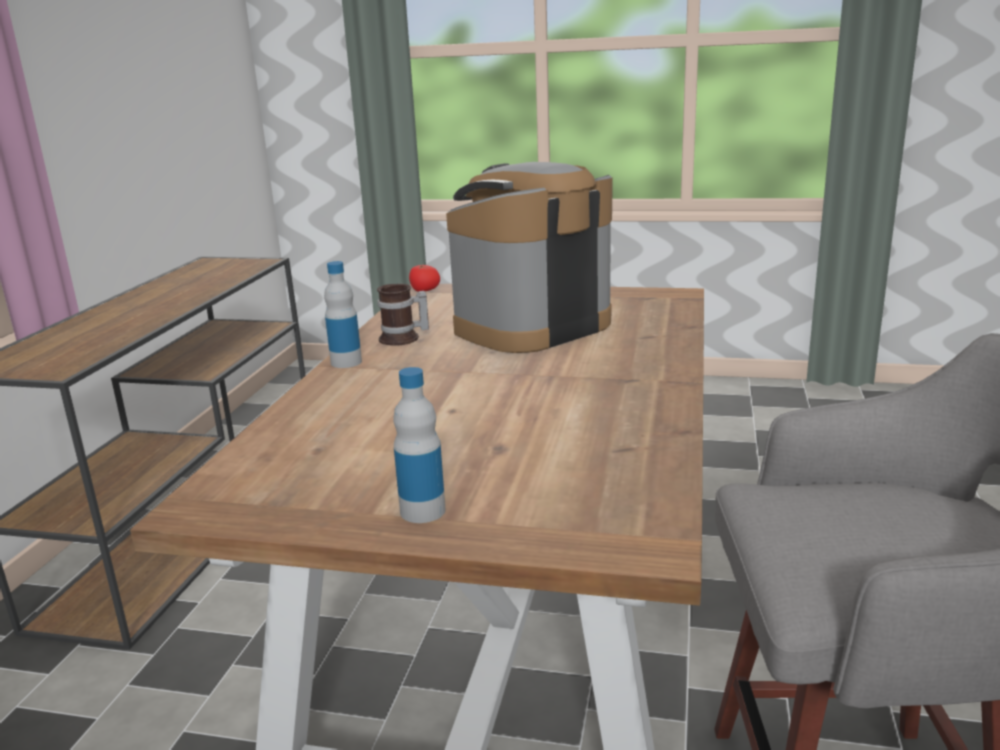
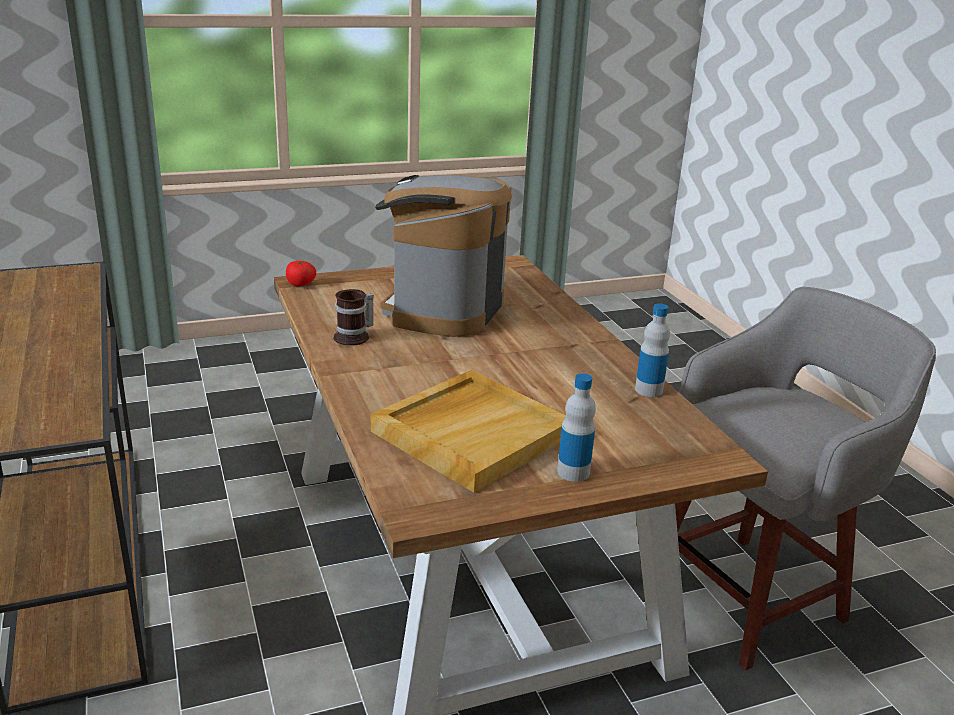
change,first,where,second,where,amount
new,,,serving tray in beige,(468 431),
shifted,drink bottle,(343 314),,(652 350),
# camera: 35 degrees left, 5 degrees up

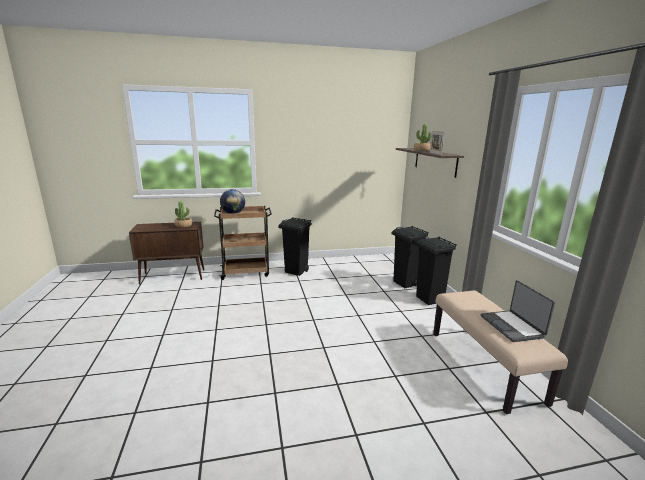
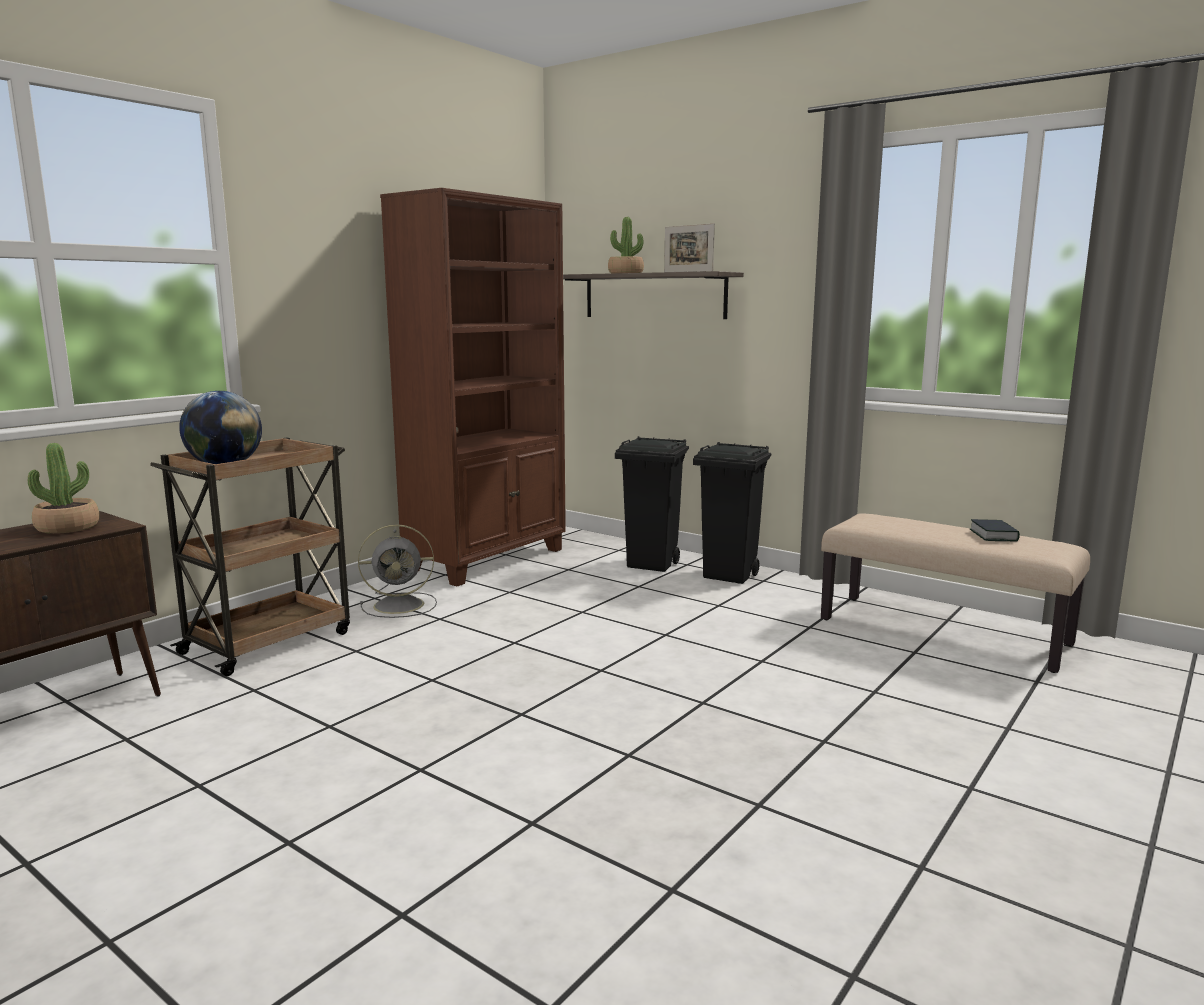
change,first,where,second,where,amount
swapped,rubbish bin in black,(295 246),electric fan in gray,(397 571),
new,,,shelving unit in brownish,(473 387),
swapped,portable computer,(517 311),bound book,(995 530),
# camera: 40 degrees left, 5 degrees down

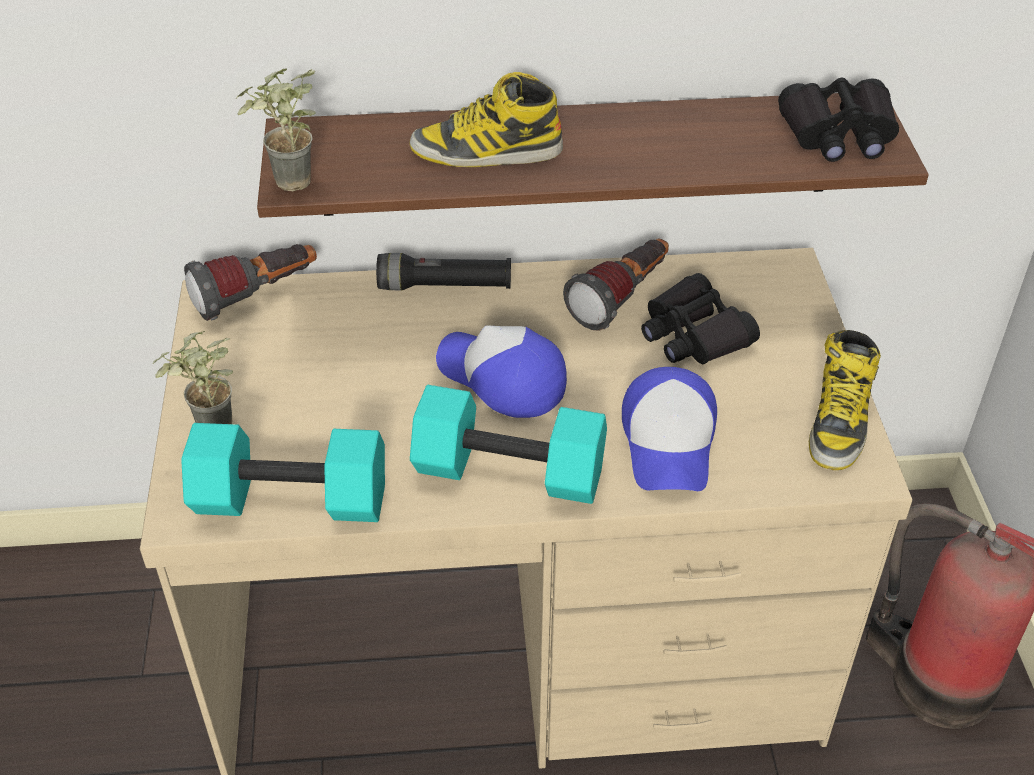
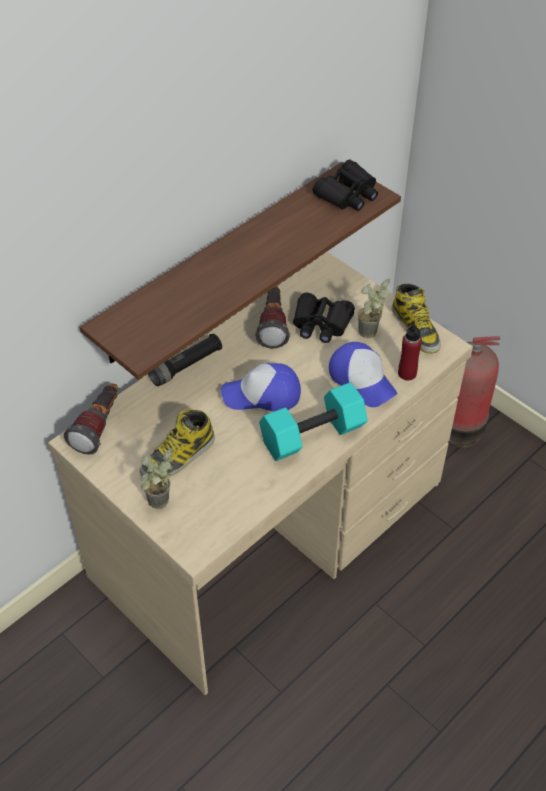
change,first,where,second,where,amount
shifted,boot,(486 119),,(177 443),
shifted,plant in a pot,(276 130),,(374 308),
new,,,drink bottle in reddish,(410 350),
gone,hand weight in blue-green,(283 472),,,
# camera: 40 degrees left, 5 degrees up

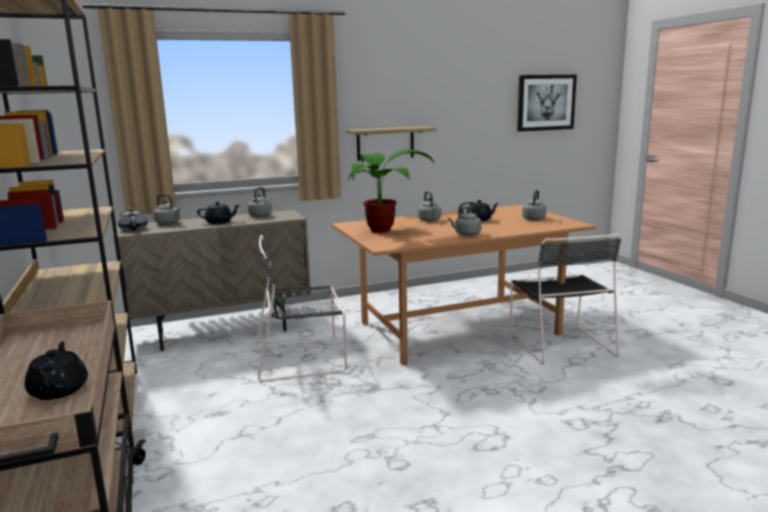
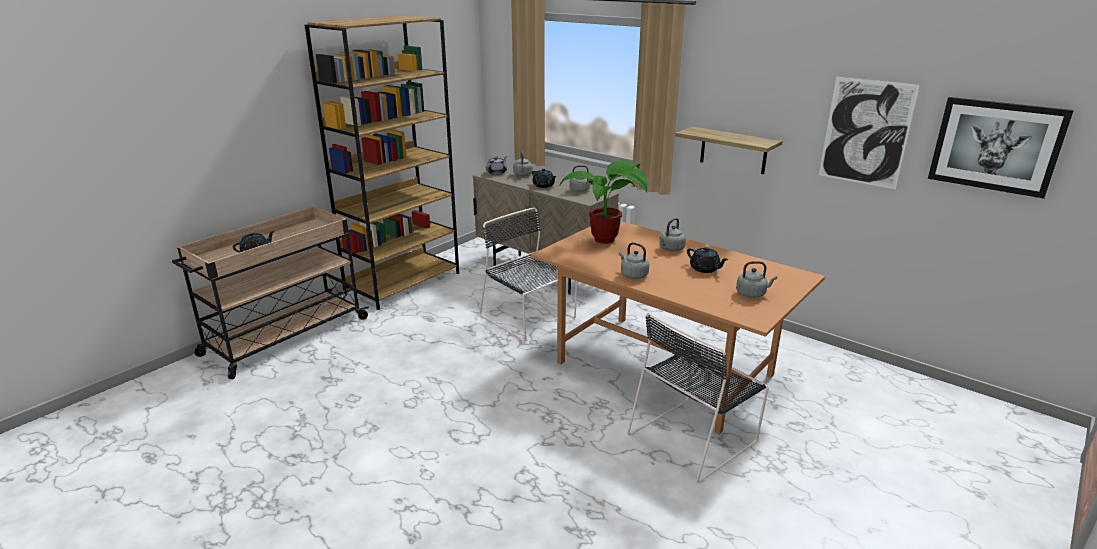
change,first,where,second,where,amount
new,,,picture,(869 133),
# camera: 60 degrees right, 10 degrees up

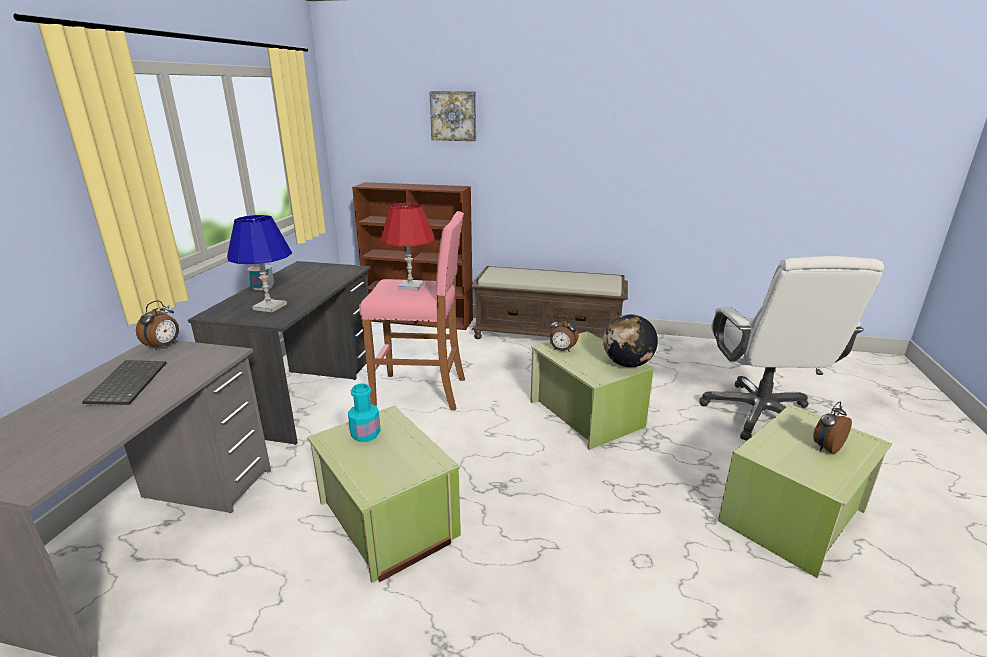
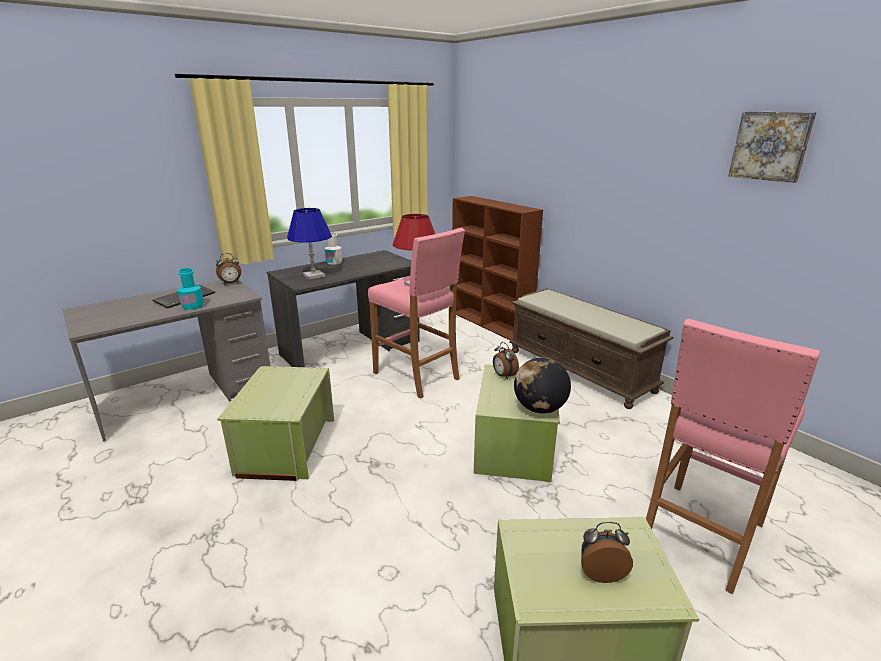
change,first,where,second,where,amount
shifted,drink bottle in blue-green,(364 412),,(191 289),
swapped,computer chair in white-coloured,(792 348),stool in pink,(733 456),
shifted,picture,(452 116),,(772 147),
# camera: 40 degrees right, 0 degrees up

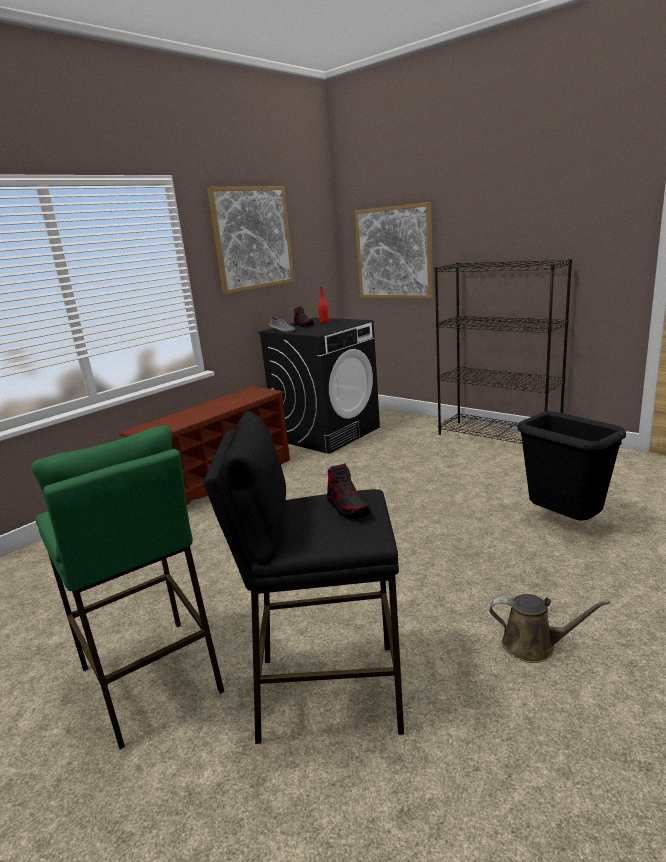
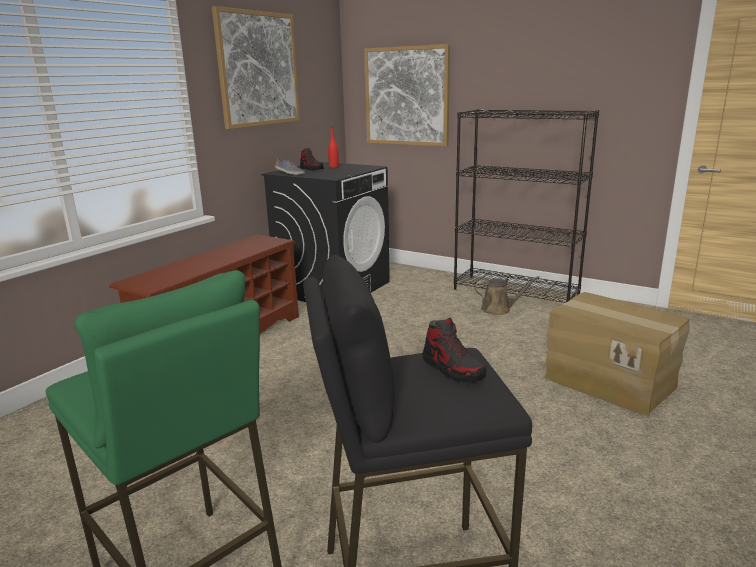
change,first,where,second,where,amount
shifted,sprinkling can in brownish,(550 628),,(507 295),
swapped,rubbish bin in black,(571 465),cardboard box,(617 354),
# camera: 10 degrees left, 0 degrees up

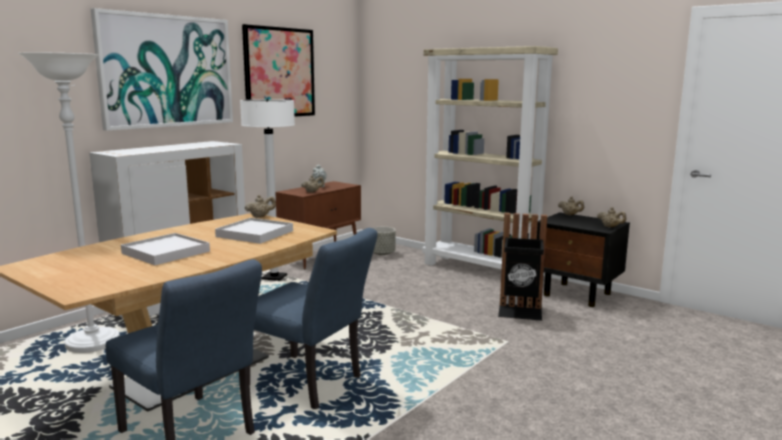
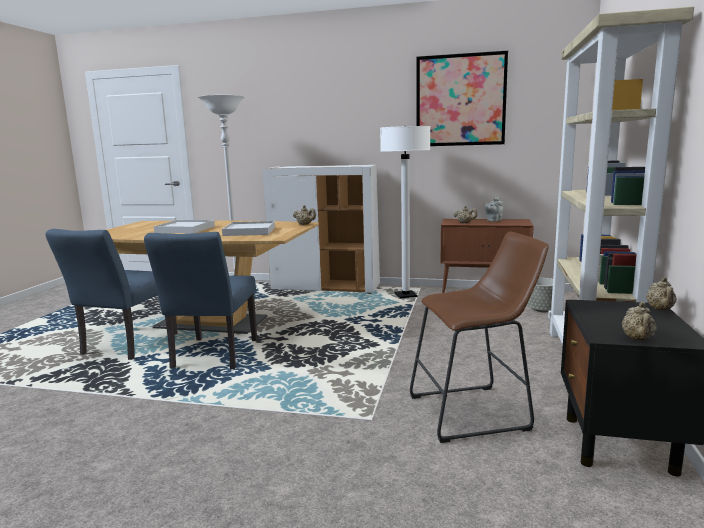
change,first,where,second,where,amount
swapped,rubbish bin in black,(522 267),stool in brownish,(479 337),
gone,picture,(162 69),,,
# camera: 65 degrees right, 0 degrees up

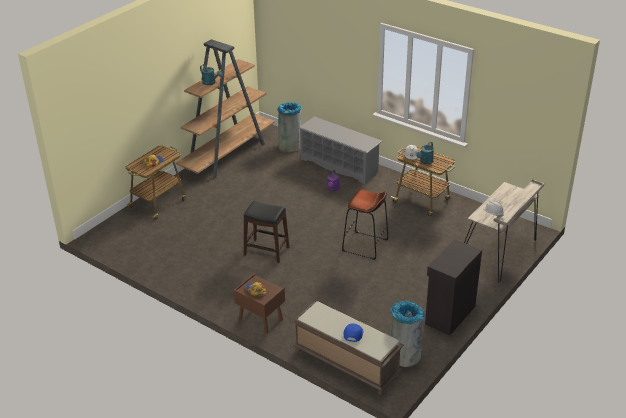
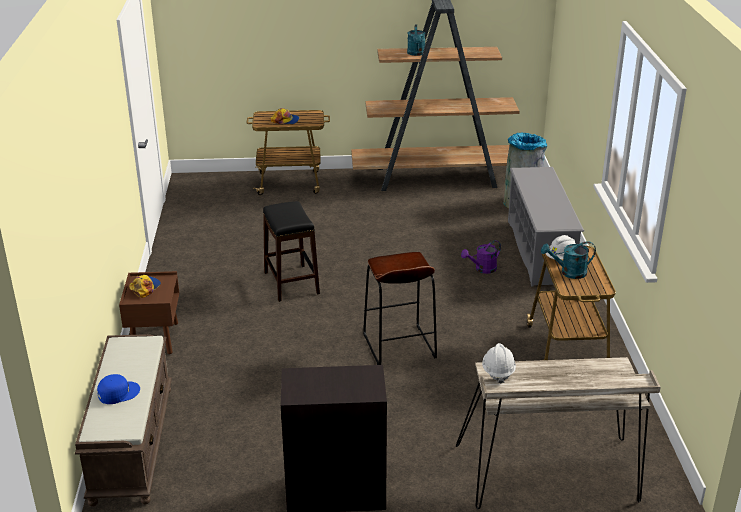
change,first,where,second,where,amount
gone,rubbish bin in gray,(407 334),,,
# camera: 50 degrees right, 5 degrees down

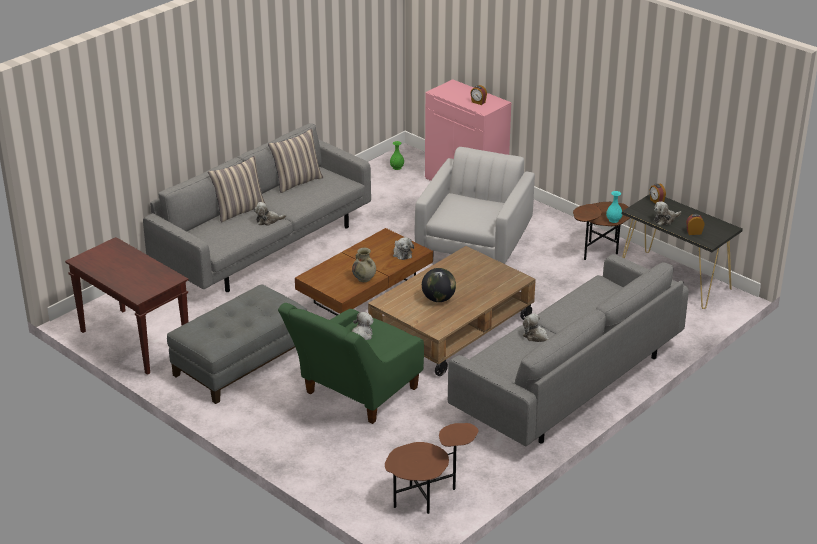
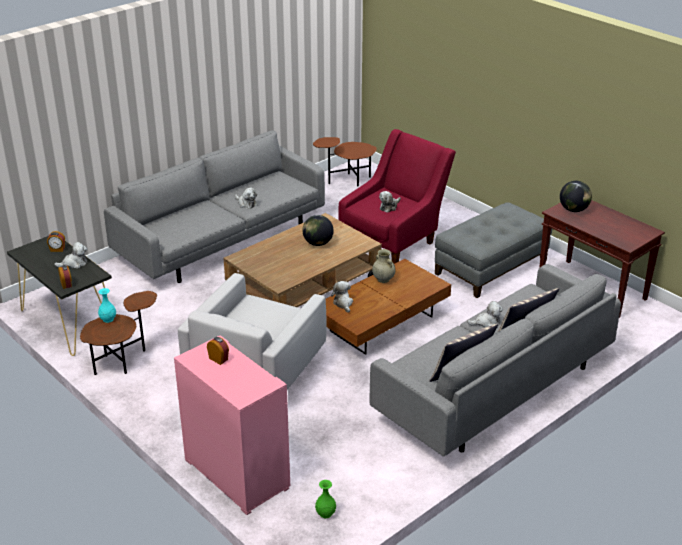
change,first,where,second,where,amount
repainted,lounge chair in green,(351 363),lounge chair in reddish,(397 196),
new,,,desk globe,(576 196),
# camera: 175 degrees left, 0 degrees up

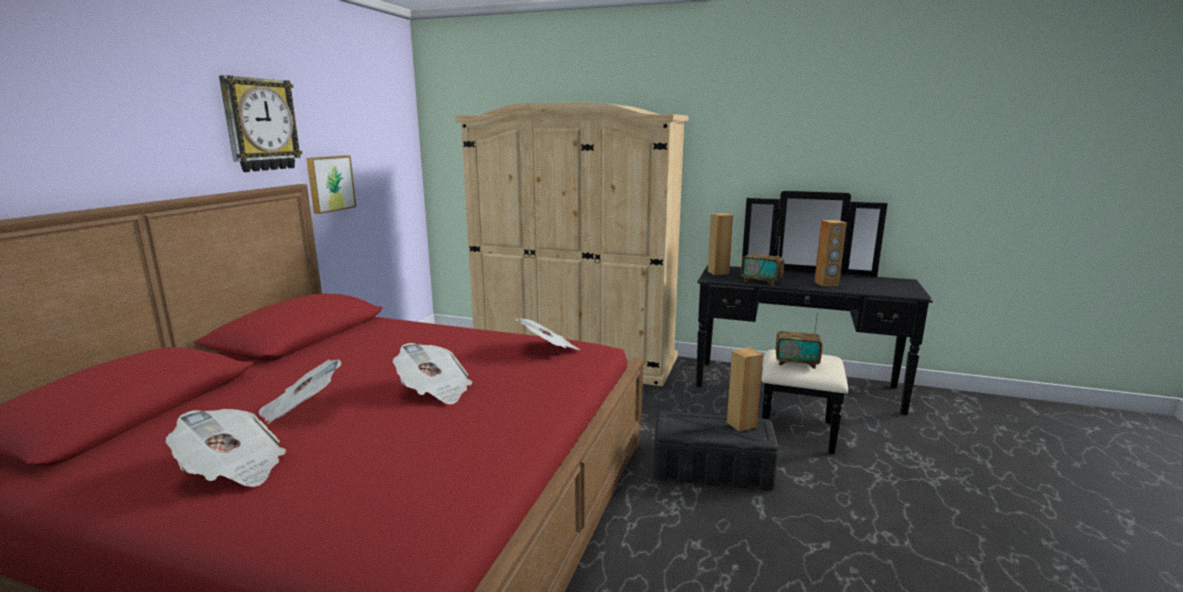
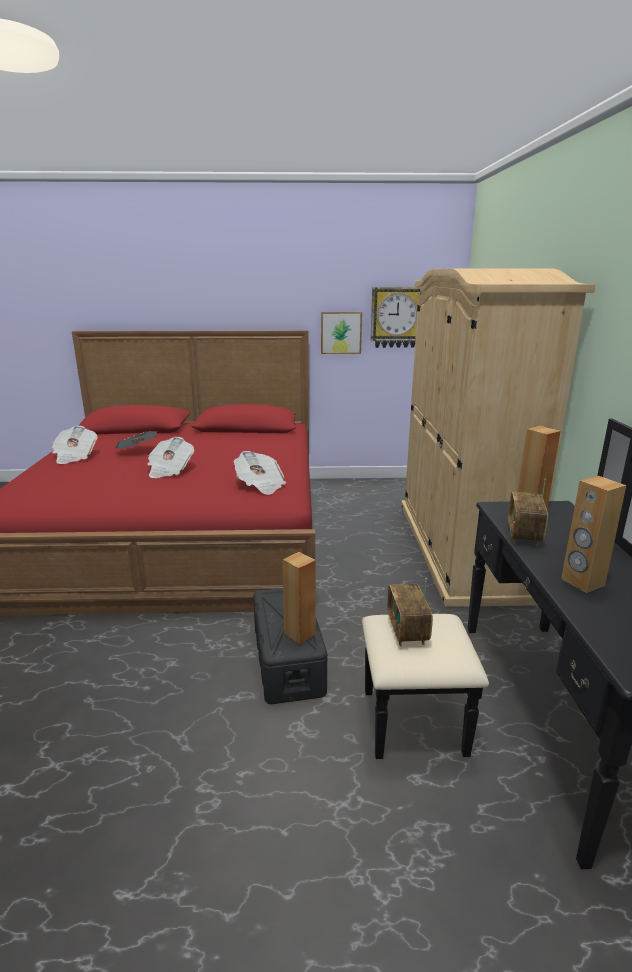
change,first,where,second,where,amount
shifted,clock on the wall,(260 123),,(394 317),
# camera: 70 degrees right, 5 degrees up

